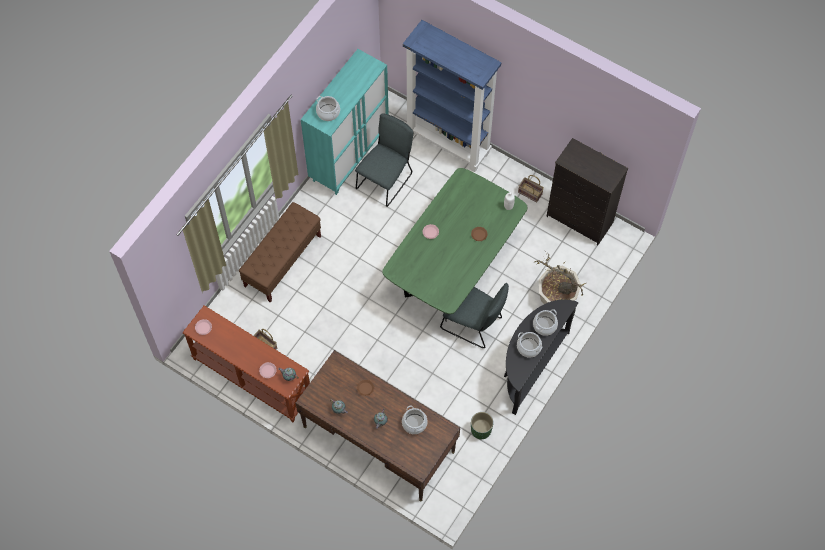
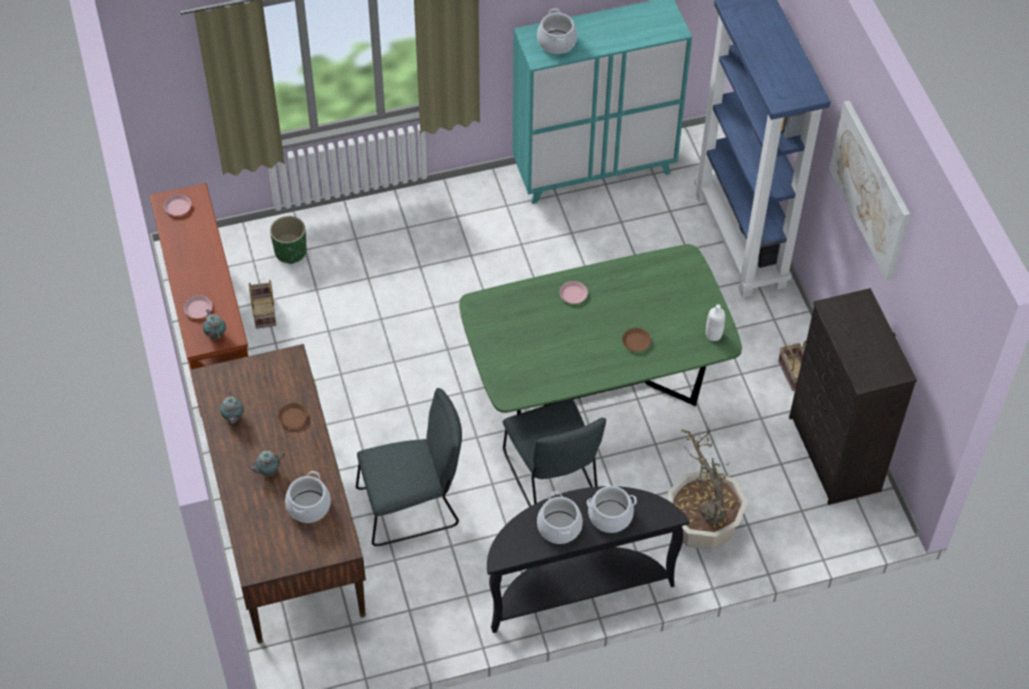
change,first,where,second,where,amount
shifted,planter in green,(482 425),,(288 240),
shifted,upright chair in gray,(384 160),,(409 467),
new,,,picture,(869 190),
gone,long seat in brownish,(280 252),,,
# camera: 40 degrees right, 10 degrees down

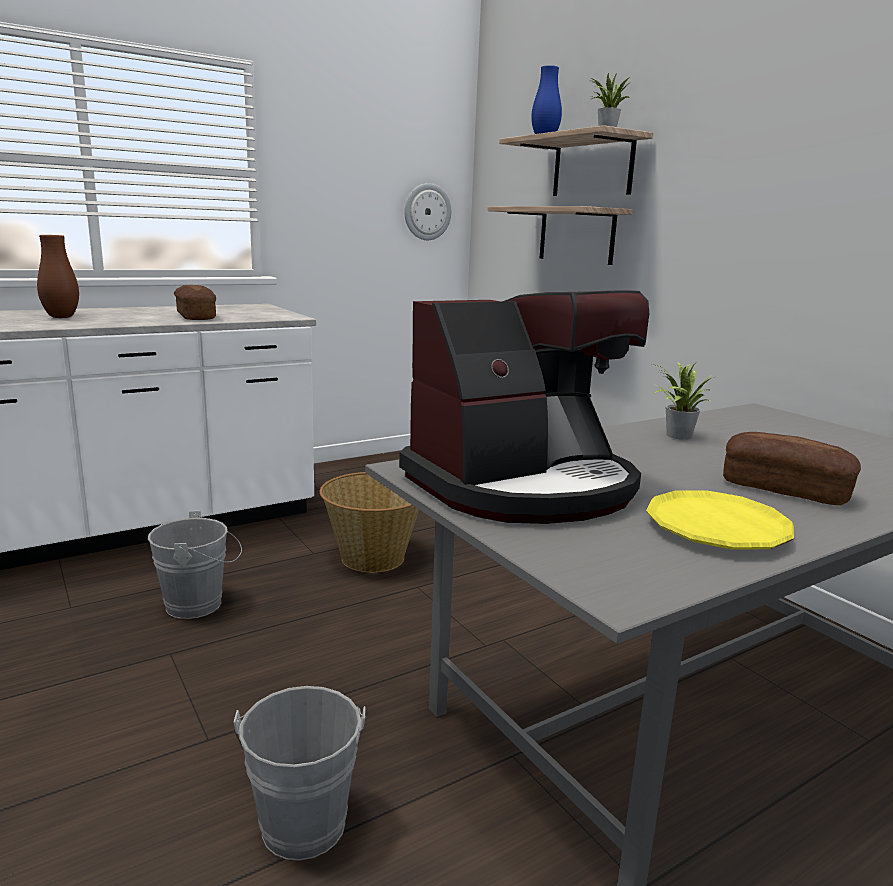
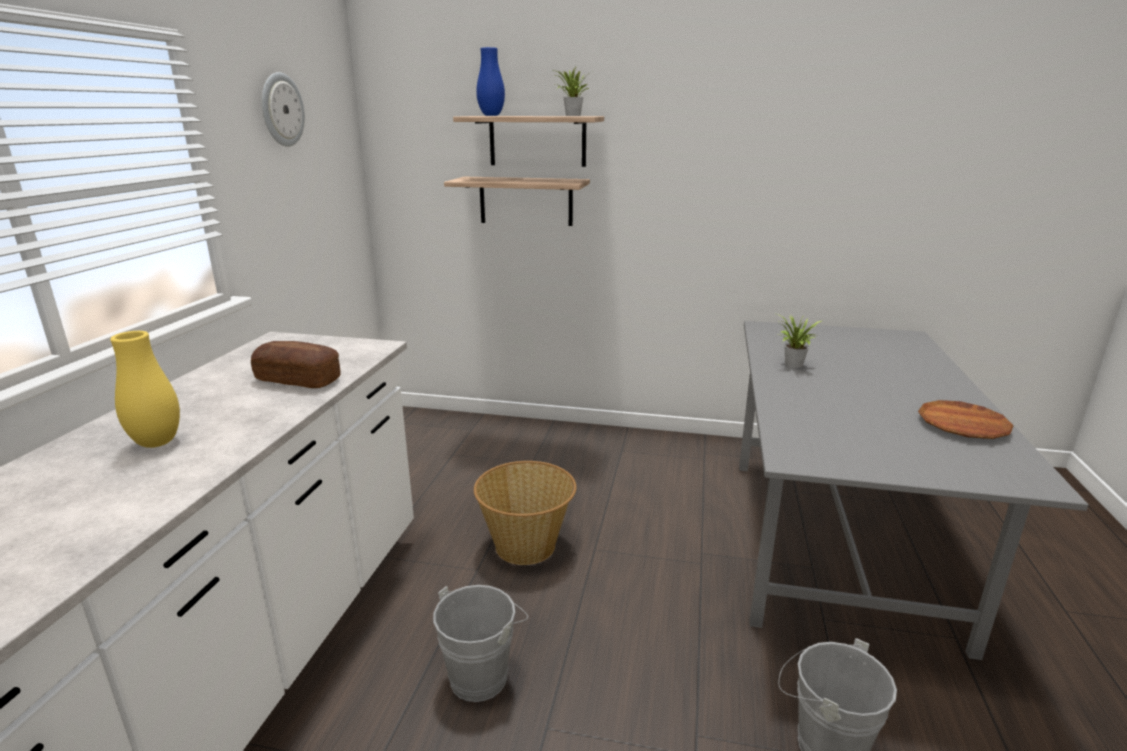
change,first,where,second,where,amount
repainted,vase in brownish,(58 276),vase in yellow,(145 389),
shifted,clock on the wall,(427 211),,(283 109),
repainted,flat dish in yellow,(720 520),flat dish in brownish,(965 419),
gone,coffee maker,(524 407),,,
gone,bread,(792 468),,,
# camera: 45 degrees left, 5 degrees up

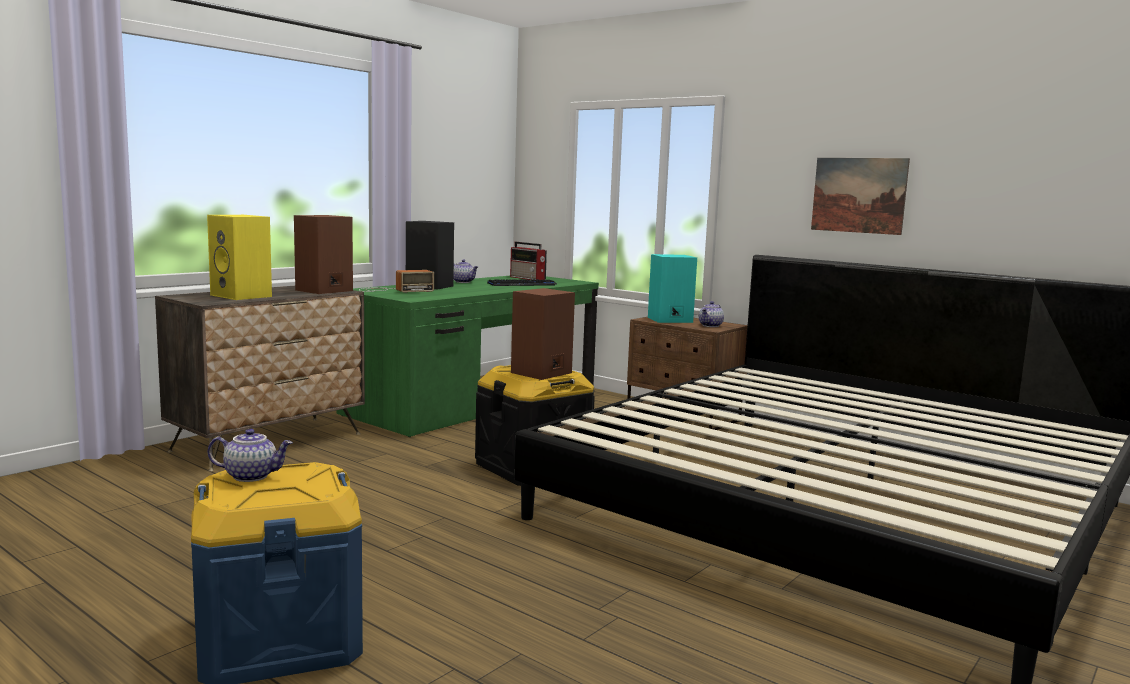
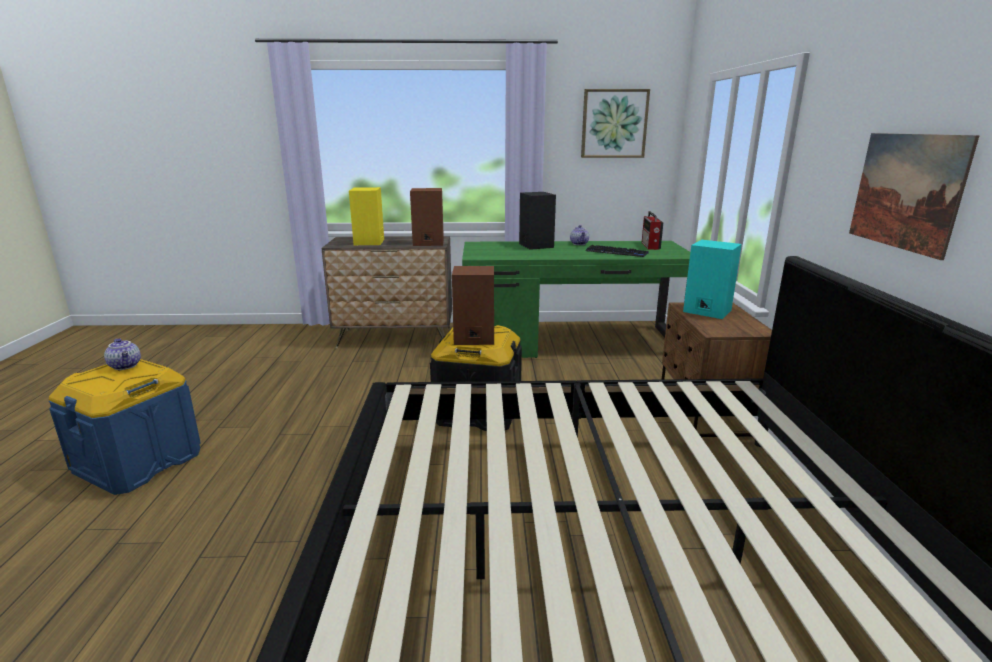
change,first,where,second,where,amount
new,,,picture,(615 123),
gone,radio receiver,(396 281),,,
gone,pot for tea,(711 314),,,
# camera: 50 degrees right, 10 degrees up

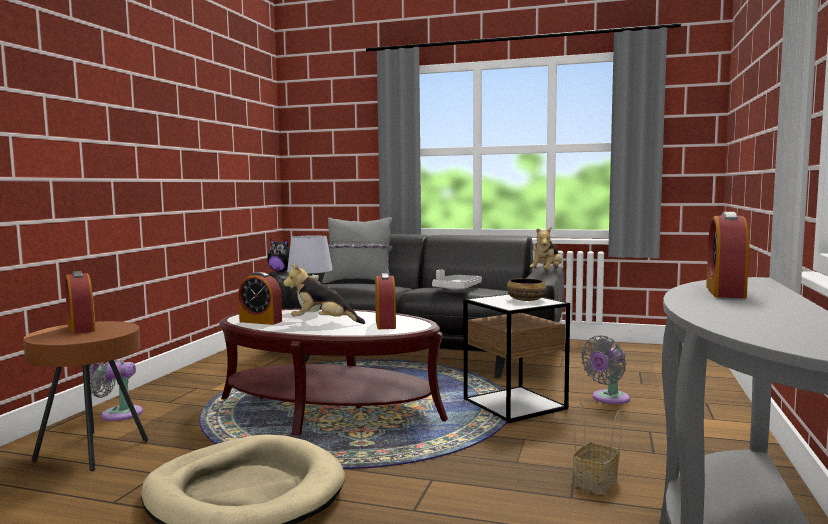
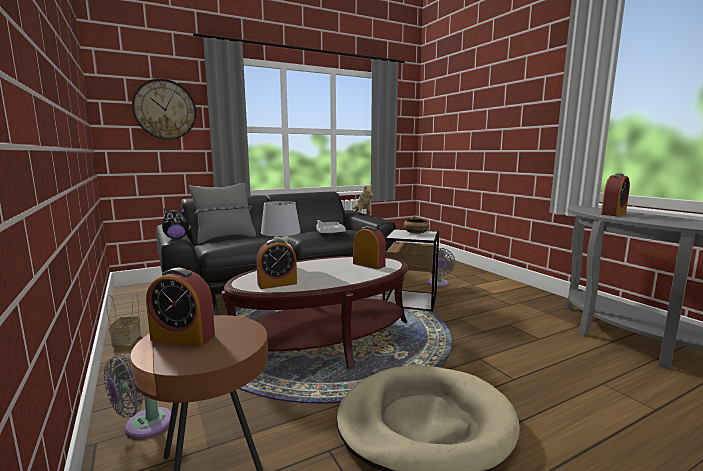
change,first,where,second,where,amount
shifted,household basket,(597 448),,(123 319),
new,,,clock on the wall,(164 109),
rotated,table clock,(727 255),,(615 194),105 degrees counterclockwise
gone,plush toy,(324 294),,,
# camera: 45 degrees left, 5 degrees up

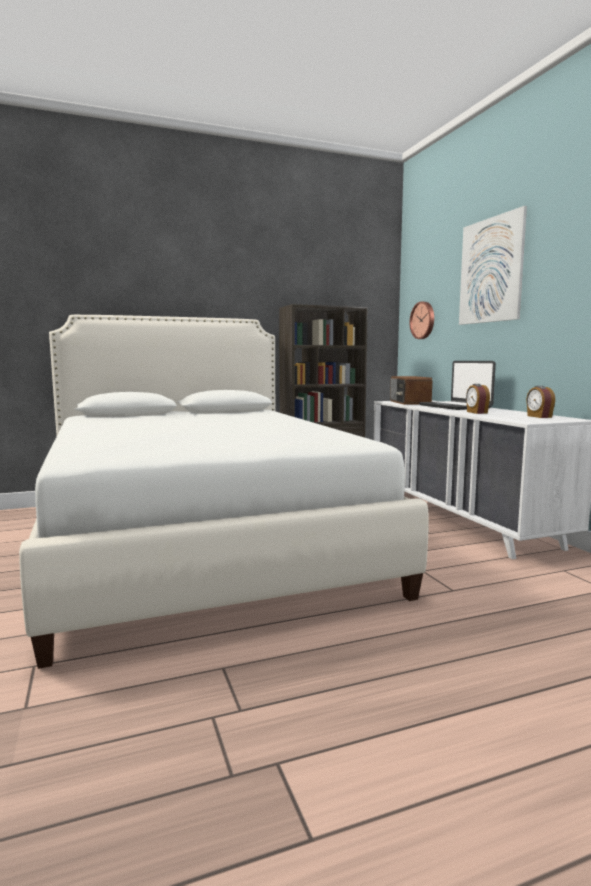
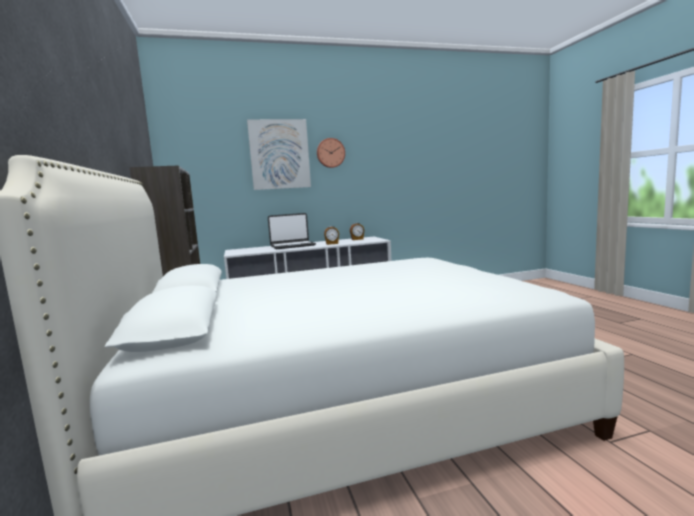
change,first,where,second,where,amount
shifted,clock on the wall,(422 320),,(331 153),
gone,radio receiver,(411 390),,,
# camera: 85 degrees left, 0 degrees up

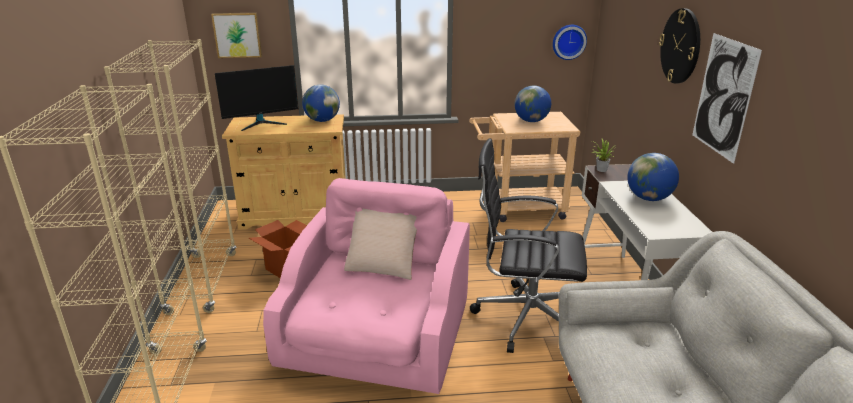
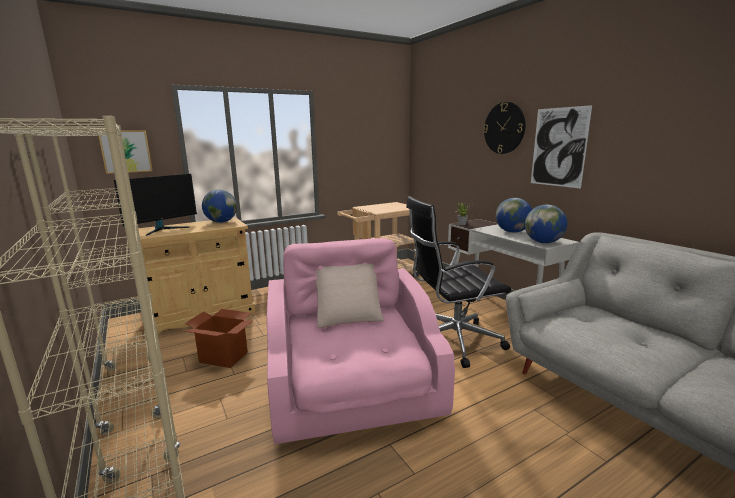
change,first,where,second,where,amount
shifted,desk globe,(533 104),,(546 224),
gone,clock on the wall,(570 42),,,
# camera: 25 degrees left, 10 degrees down

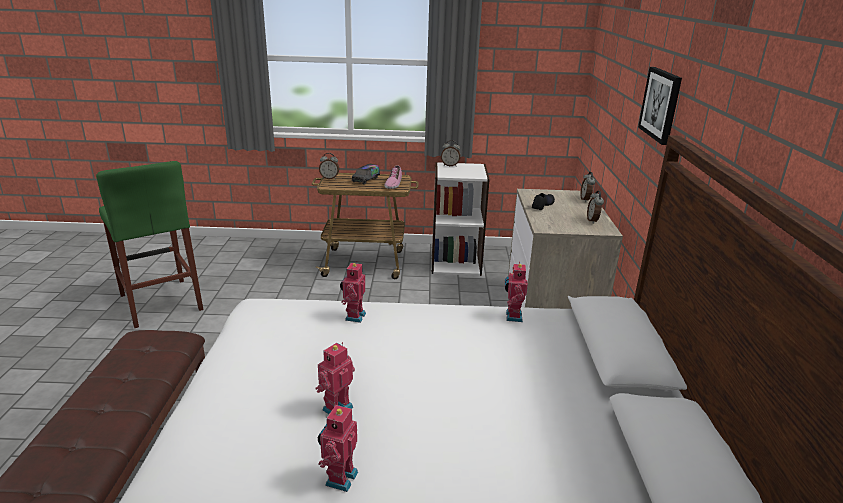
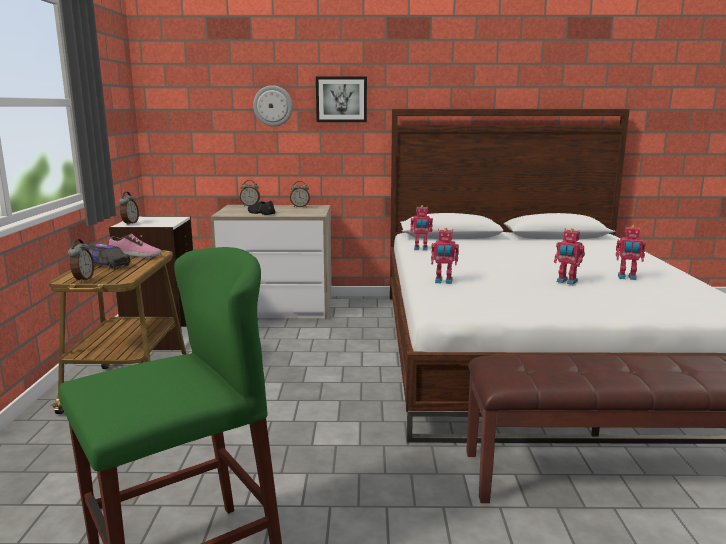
change,first,where,second,where,amount
new,,,clock on the wall,(273 106),
# camera: 90 degrees left, 10 degrees down

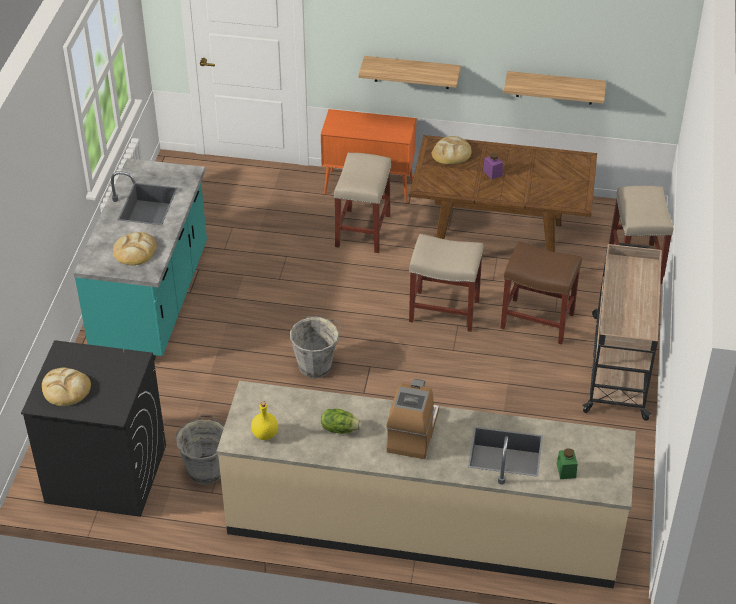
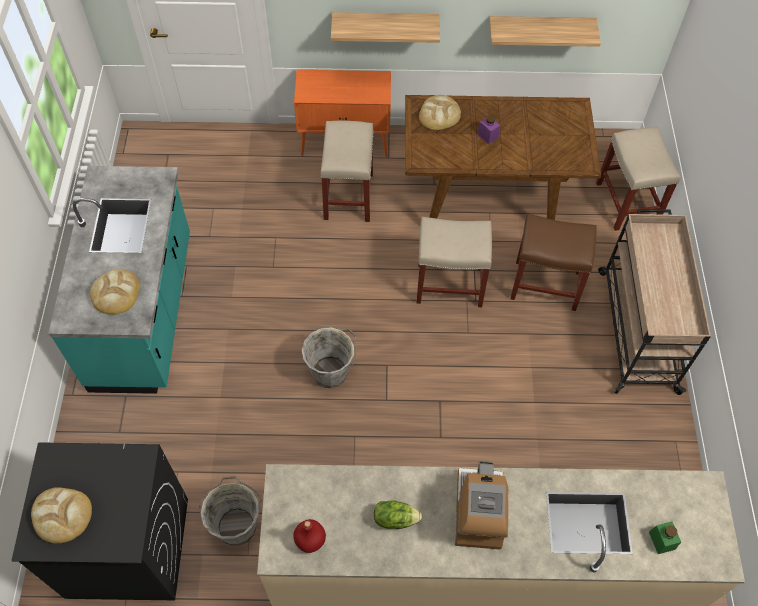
change,first,where,second,where,amount
repainted,drink bottle in yellow,(264 421),drink bottle in reddish,(309 536),
# camera: 10 degrees left, 15 degrees up

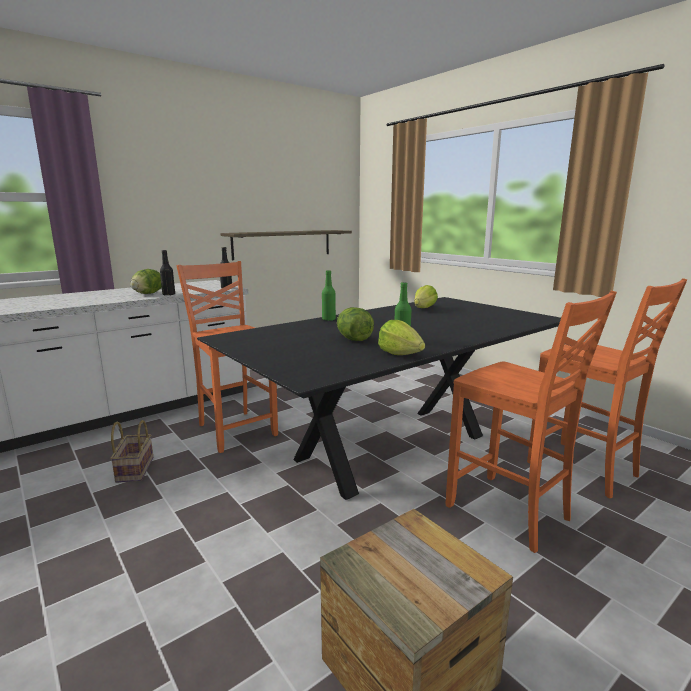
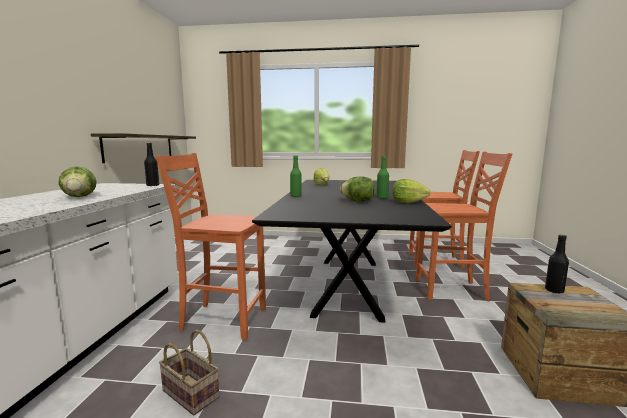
change,first,where,second,where,amount
shifted,drink bottle in black,(167 273),,(557 264),
# camera: 45 degrees left, 5 degrees down

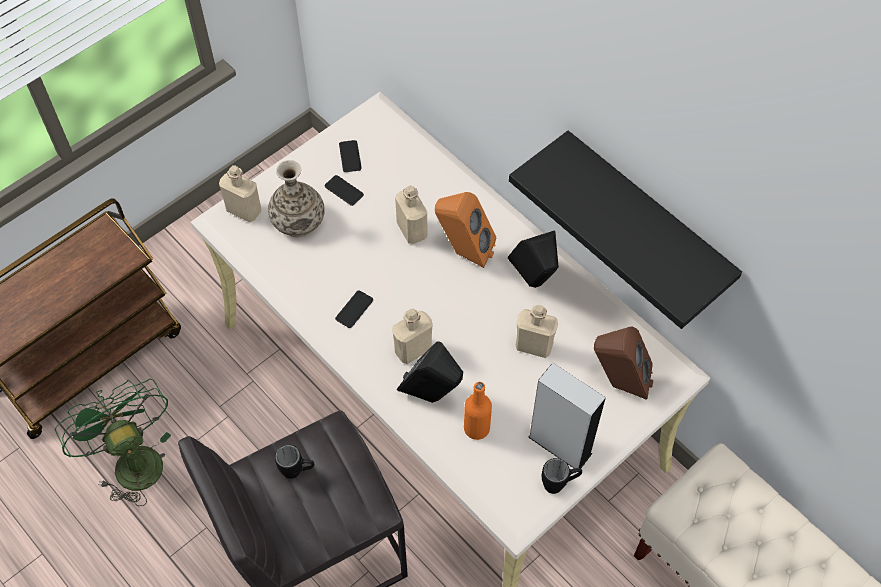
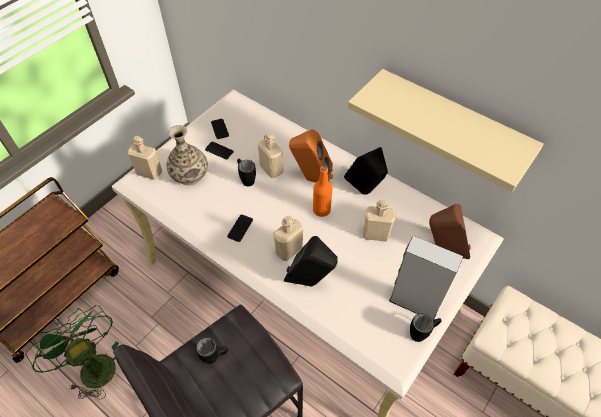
change,first,where,second,where,amount
new,,,coffee mug in black,(246 172),
shifted,drink bottle in orange-coloured,(478 411),,(322 191),
repainted,wall shelf in black,(625 230),wall shelf in beige,(446 130),
# camera: 10 degrees left, 5 degrees down

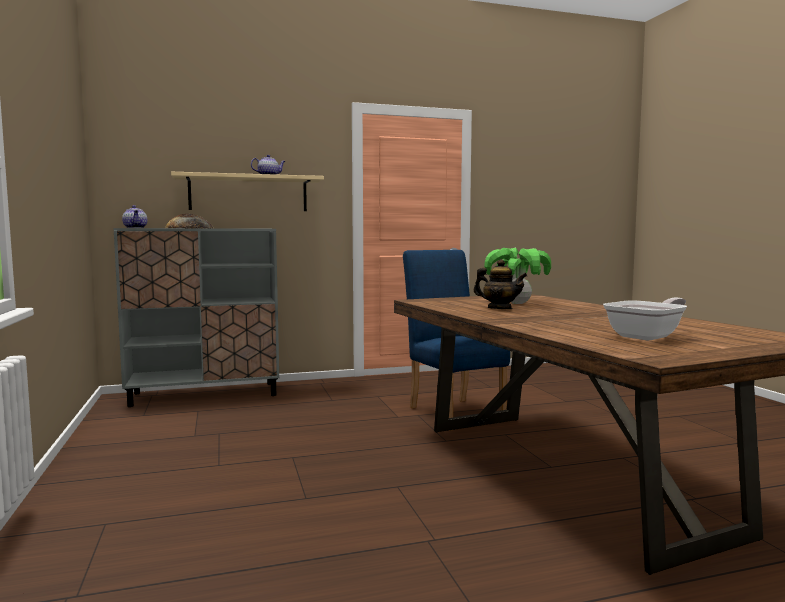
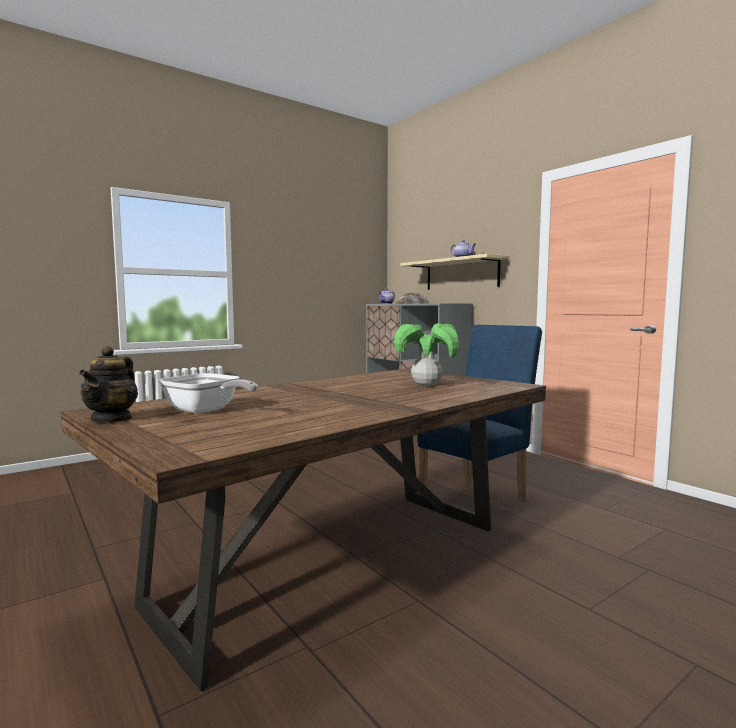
change,first,where,second,where,amount
shifted,pot for tea,(500 284),,(108 384),
# camera: 70 degrees right, 0 degrees up

